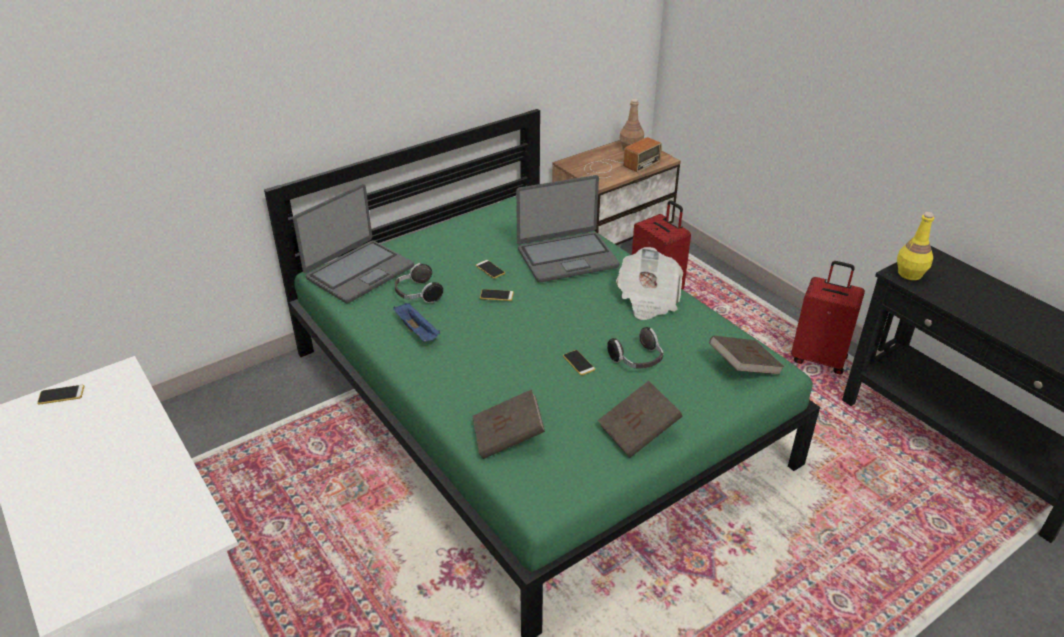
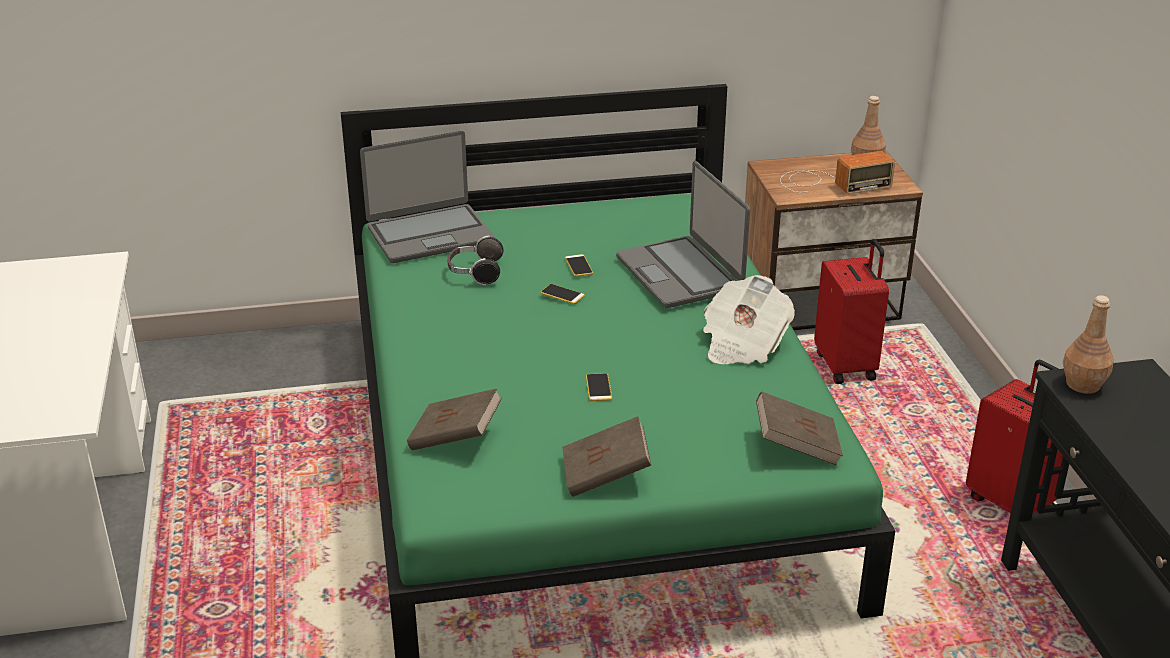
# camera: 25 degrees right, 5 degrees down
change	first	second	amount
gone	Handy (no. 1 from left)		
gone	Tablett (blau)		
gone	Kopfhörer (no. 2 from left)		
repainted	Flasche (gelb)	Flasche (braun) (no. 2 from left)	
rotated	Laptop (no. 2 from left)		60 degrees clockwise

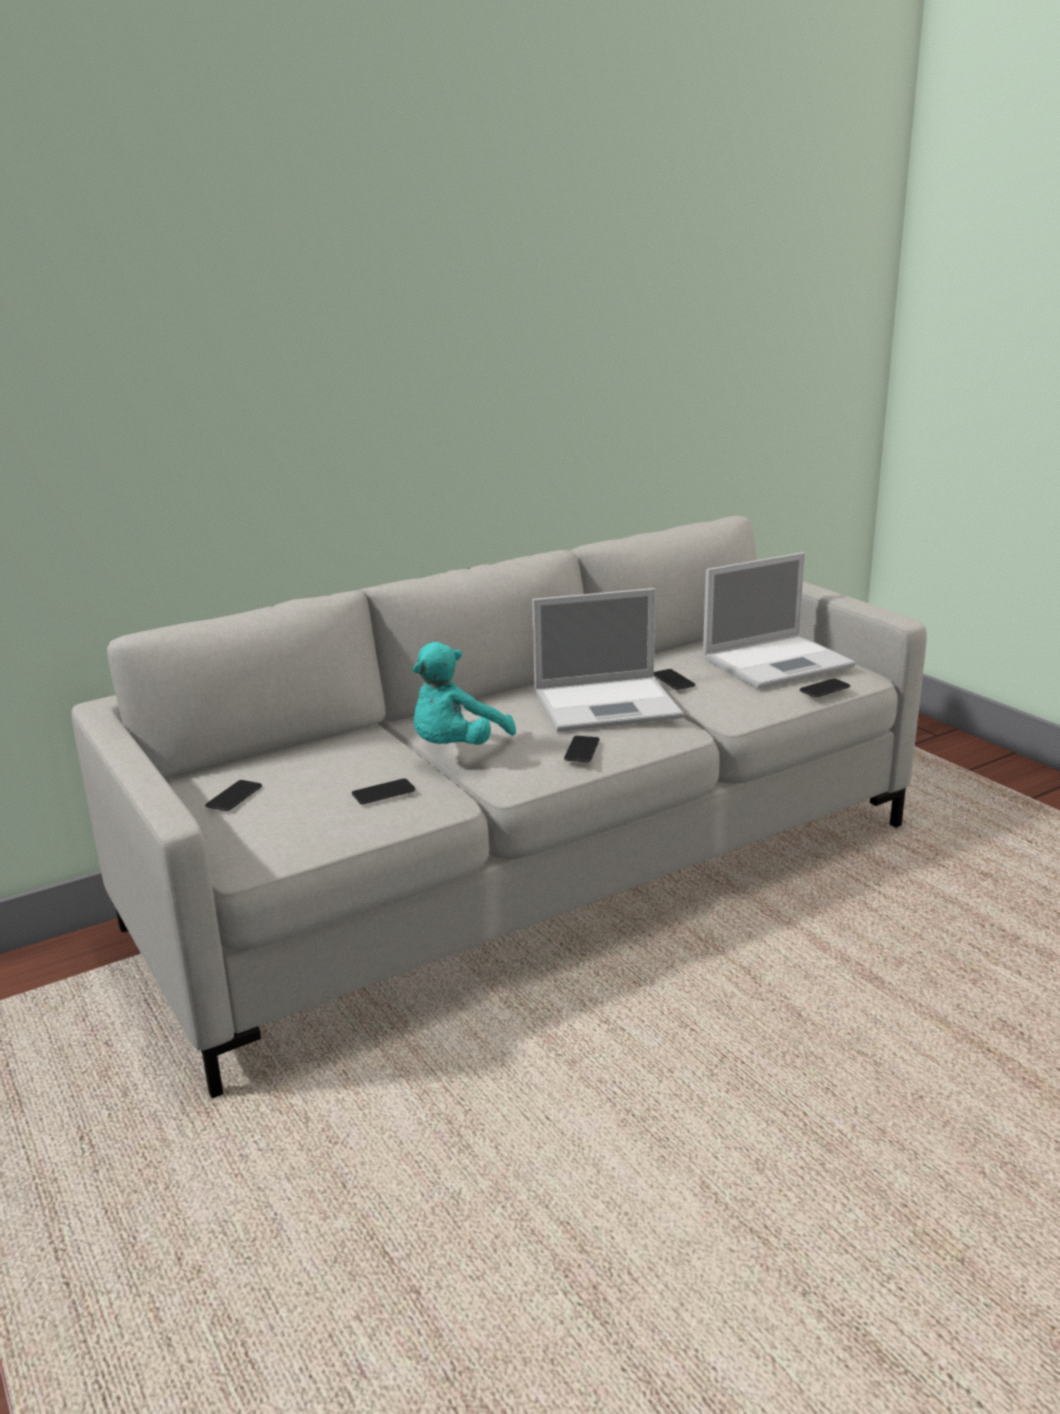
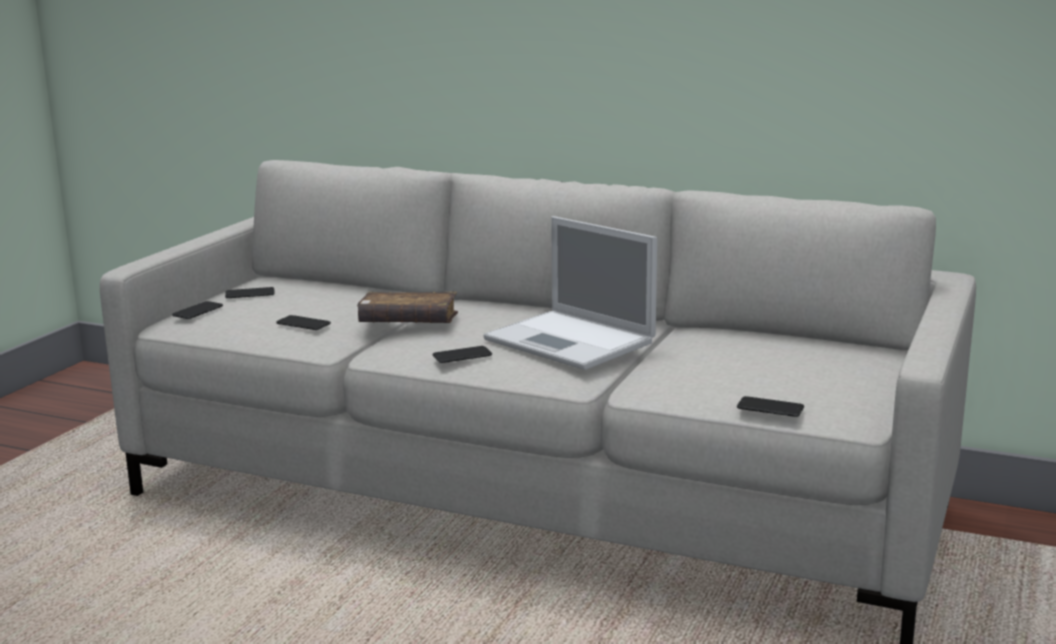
# camera: 55 degrees right, 5 degrees down
change	first	second	amount
gone	Laptop (no. 2 from left)		
shifted	Handy (no. 4 from left in the first image)	Handy (no. 1 from left)	
swapped	Plüschtier (türkis)	Buch (braun)	

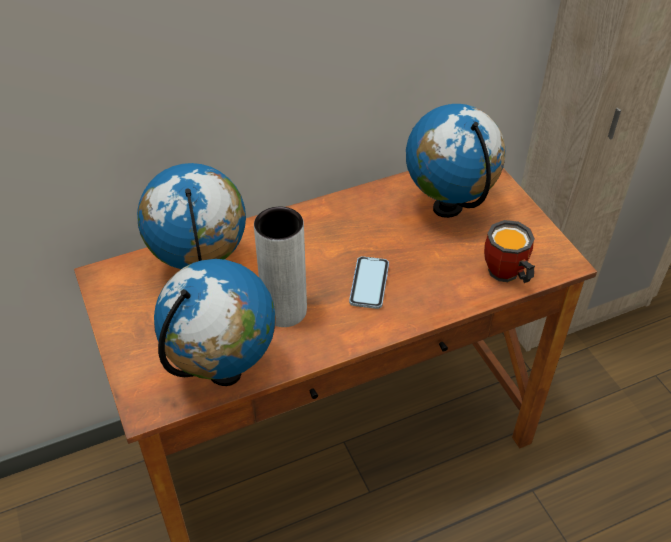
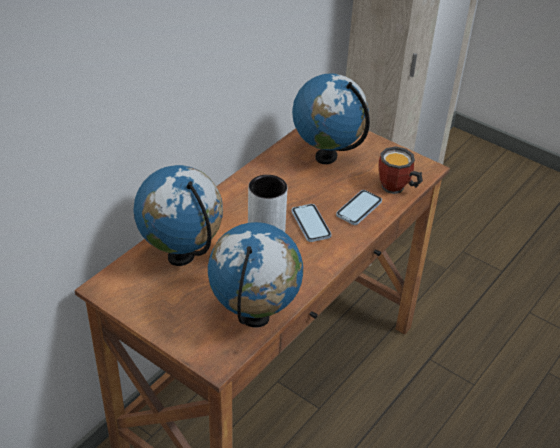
# camera: 30 degrees left, 5 degrees down
change	first	second	amount
new		Handy (no. 2 from left)	

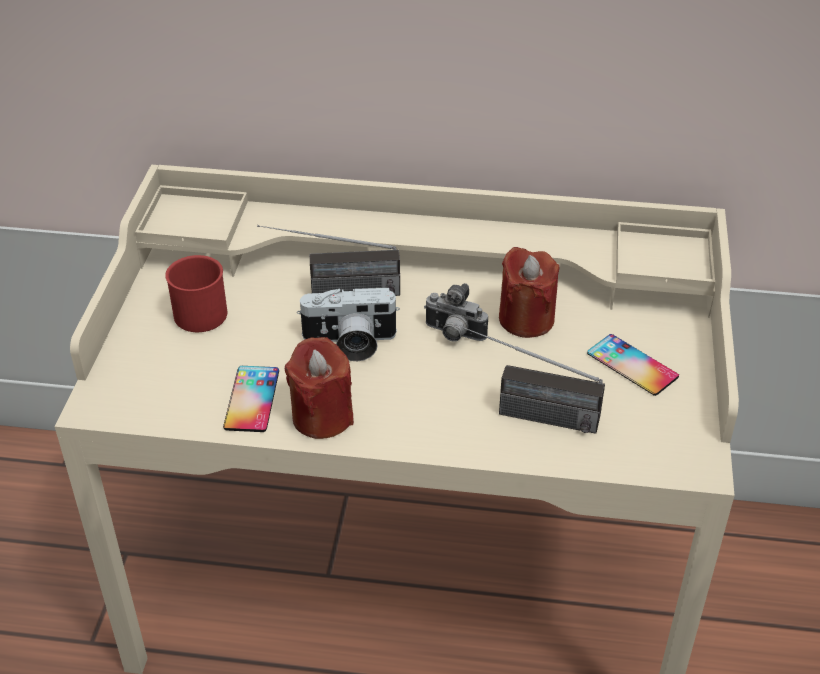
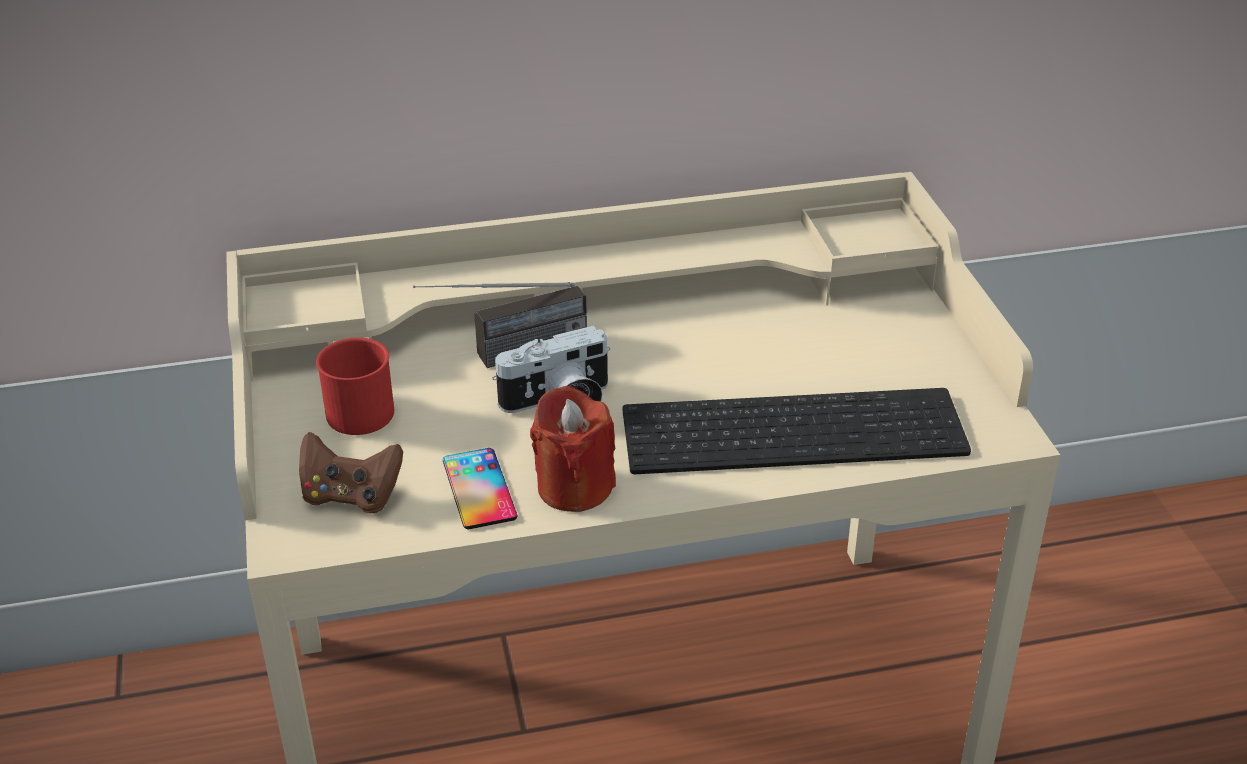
# camera: 20 degrees left, 5 degrees down
change	first	second	amount
gone	Kamera (no. 2 from left)		
gone	Kerze (rot) (no. 2 from left)		
gone	Handy (no. 2 from left)		
new		Gamepad (braun)	
swapped	Radio (no. 2 from left)	Tastatur	

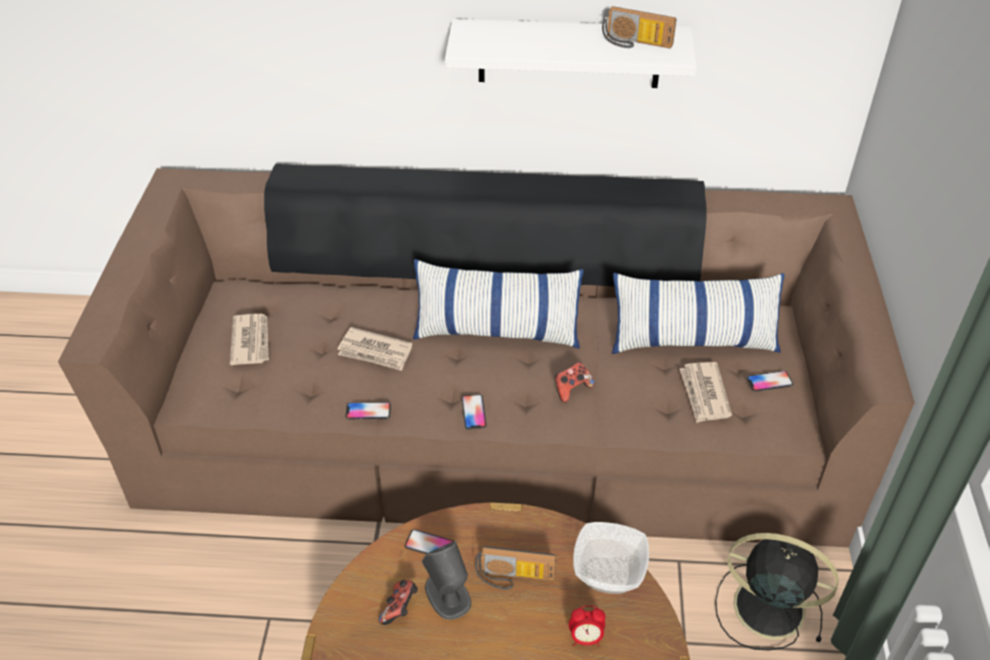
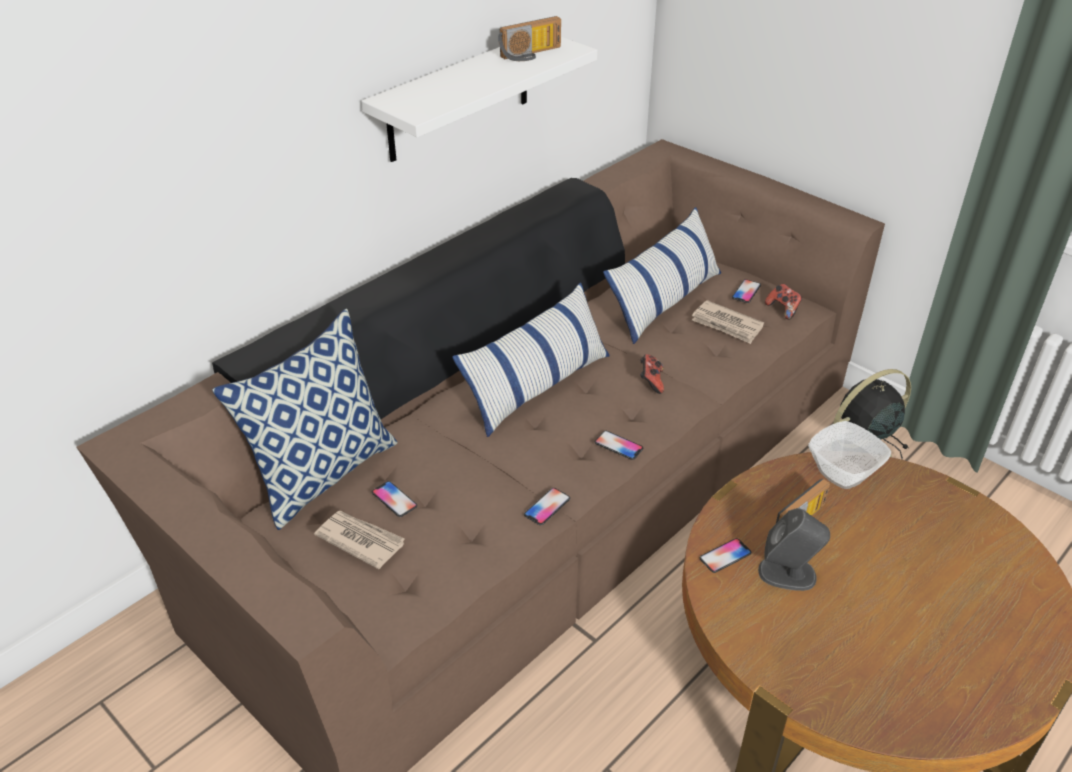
# camera: 50 degrees left, 5 degrees down
change	first	second	amount
gone	Zeitung (no. 2 from left)		
gone	Wecker		
new		Kissen (no. 1 from left)	
new		Handy (no. 1 from left)	
shifted	Gamepad (no. 1 from left in the first image)	Gamepad (no. 2 from left)	

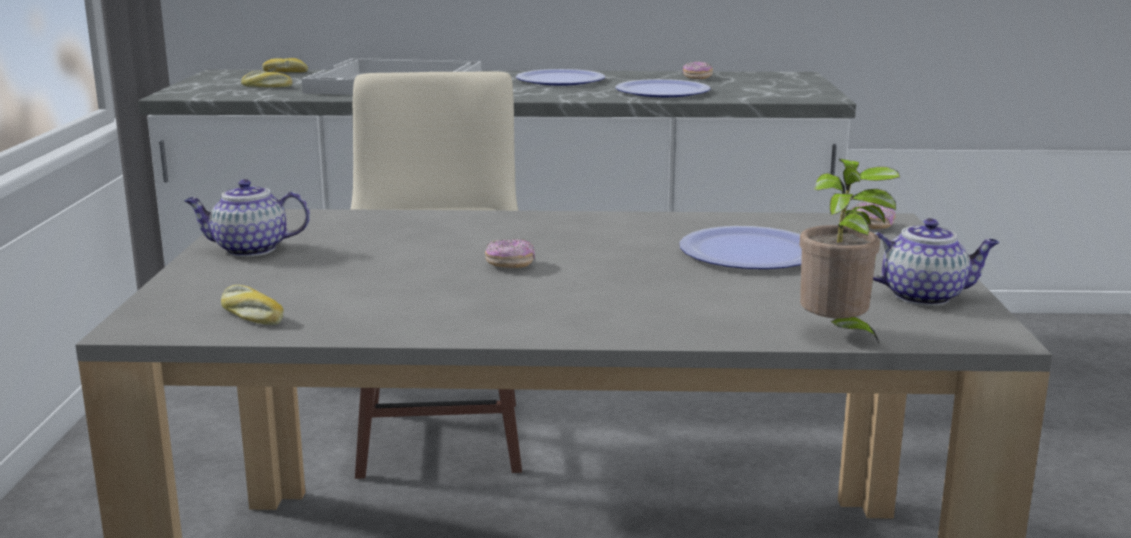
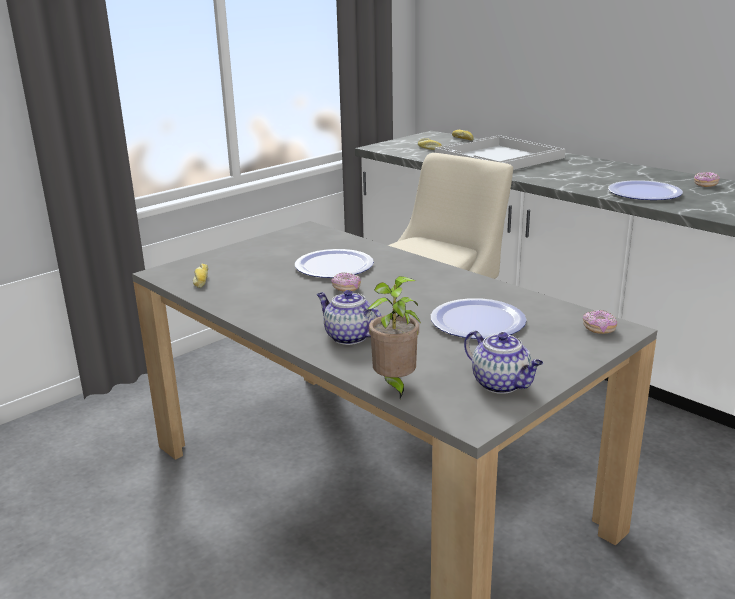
# camera: 45 degrees right, 5 degrees up
change	first	second	amount
shifted	Teekanne (no. 1 from left)		
shifted	Teller (no. 1 from left)		

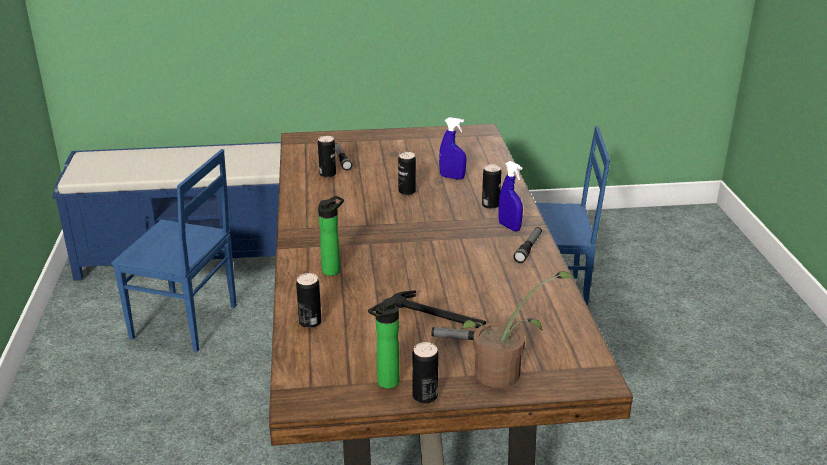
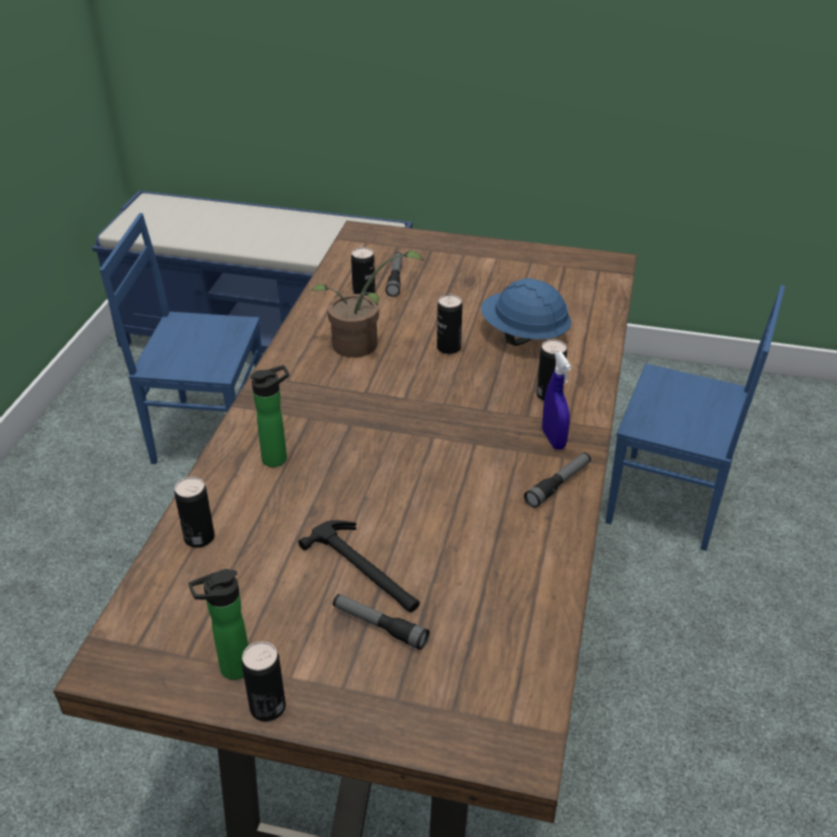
# camera: 20 degrees right, 10 degrees up
change	first	second	amount
shifted	Topfpflanze		
swapped	Sprühflasche (blau) (no. 1 from left)	Schutzhelm (blau)	
rotated	Stuhl (blau) (no. 1 from left)		150 degrees clockwise

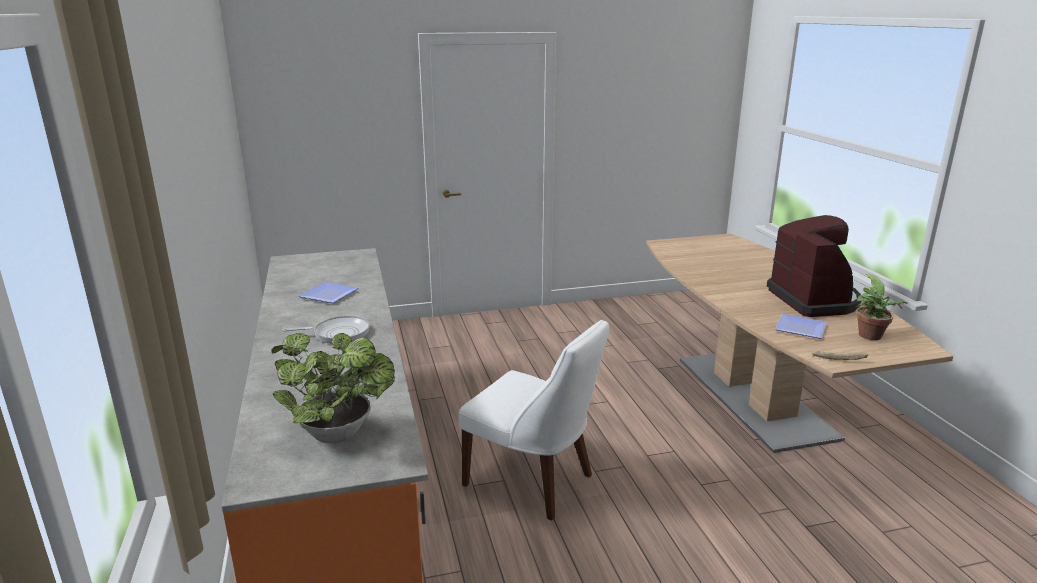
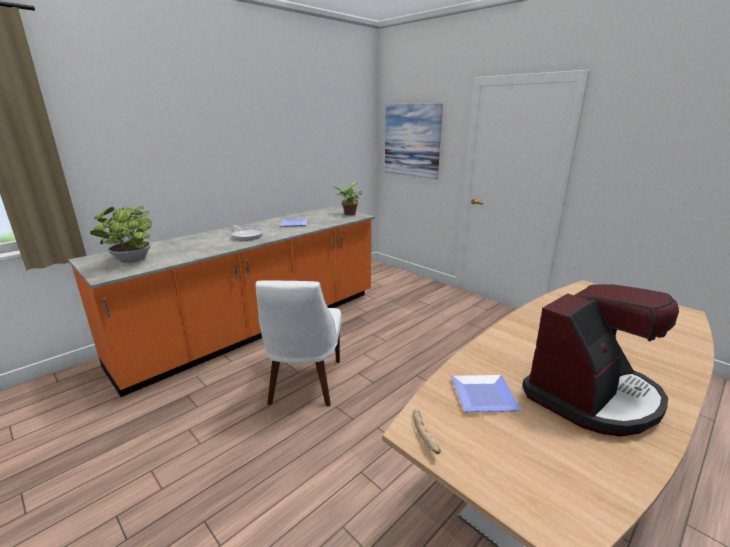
# camera: 60 degrees right, 0 degrees up
change	first	second	amount
new		Bild	
shifted	Topfpflanze (no. 2 from left)		

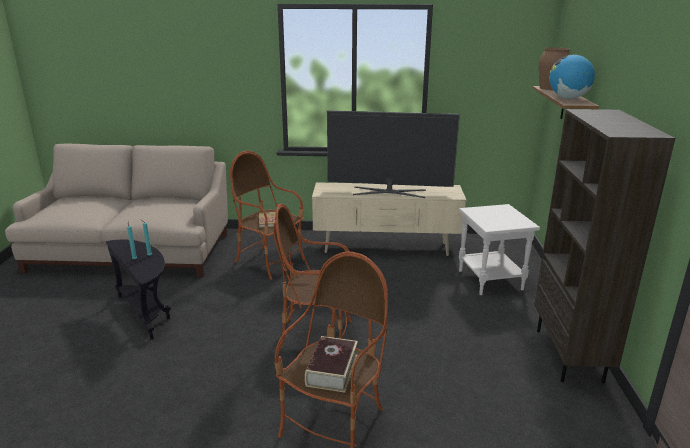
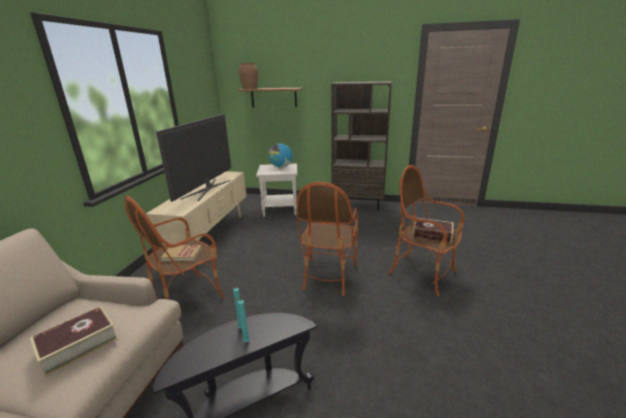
# camera: 80 degrees left, 0 degrees up
change	first	second	amount
new		Buch (no. 1 from left)	
shifted	Globus		

